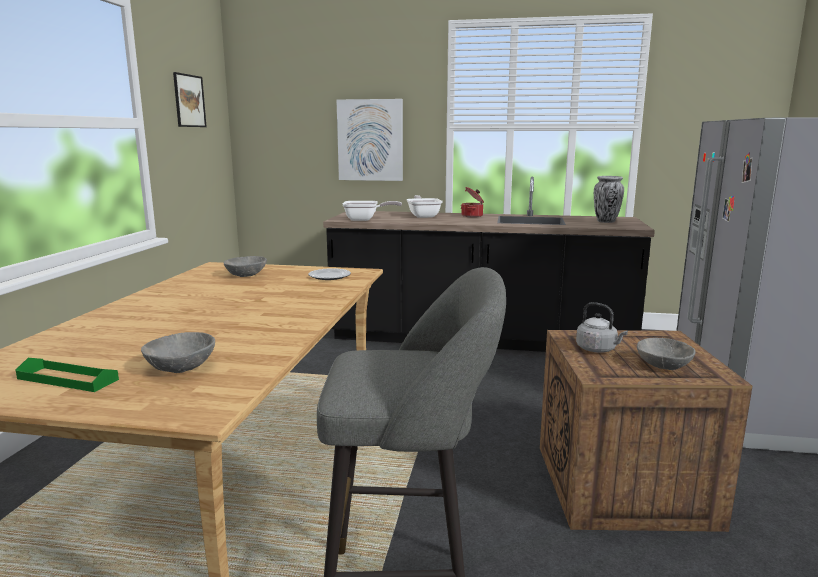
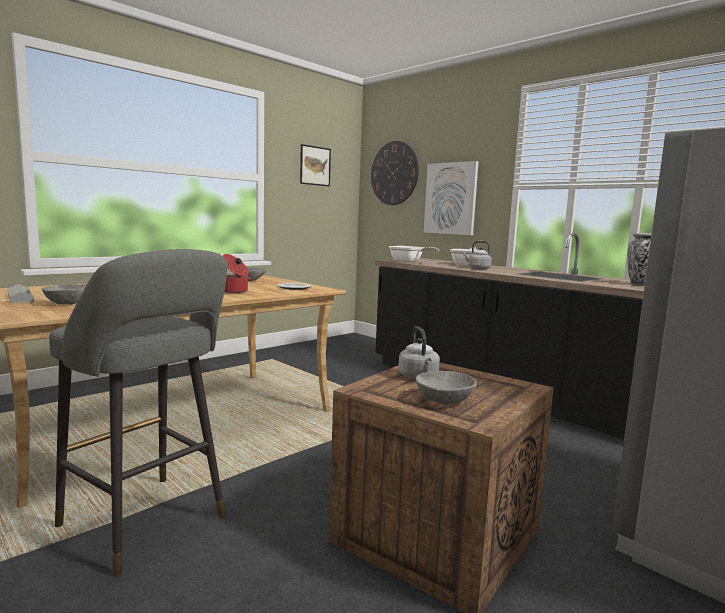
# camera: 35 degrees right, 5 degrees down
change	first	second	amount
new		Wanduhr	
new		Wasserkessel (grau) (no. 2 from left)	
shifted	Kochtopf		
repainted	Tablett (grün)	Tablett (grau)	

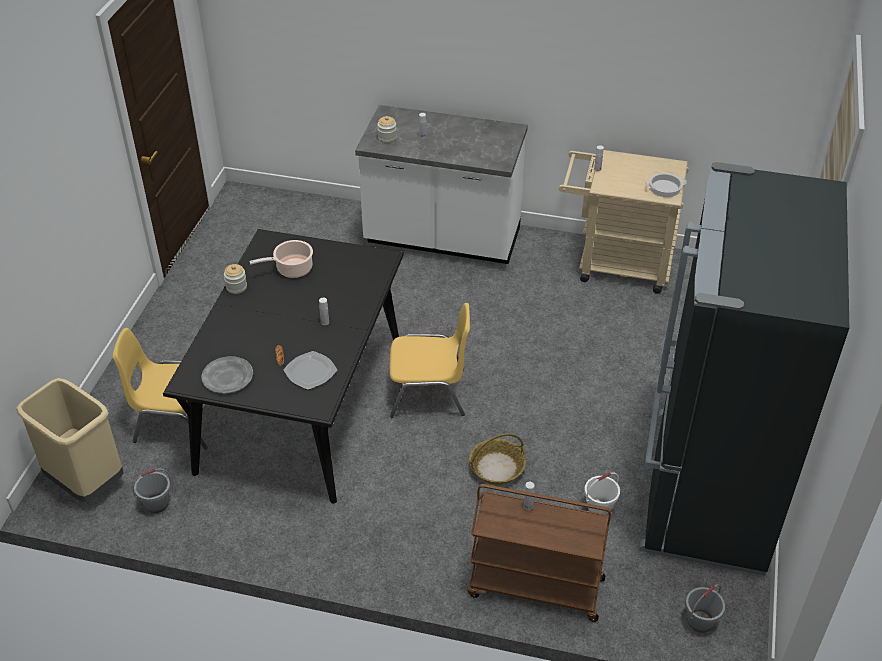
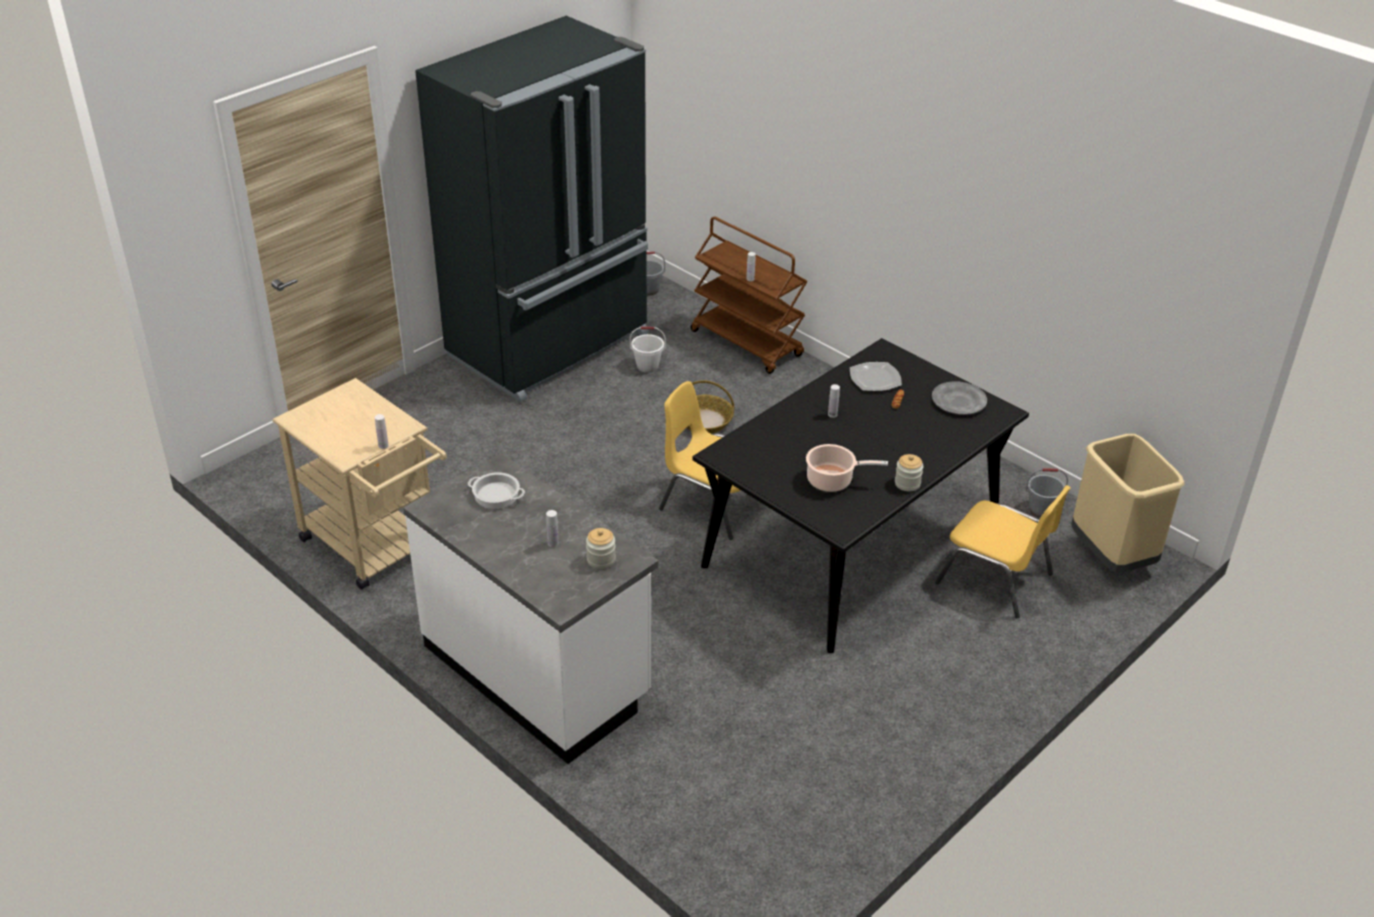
# camera: 150 degrees left, 5 degrees down
change	first	second	amount
shifted	Kochtopf (no. 2 from left in the first image)	Kochtopf (no. 1 from left)	

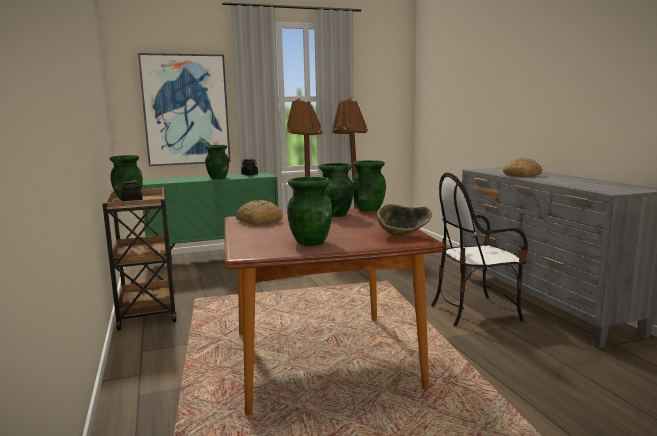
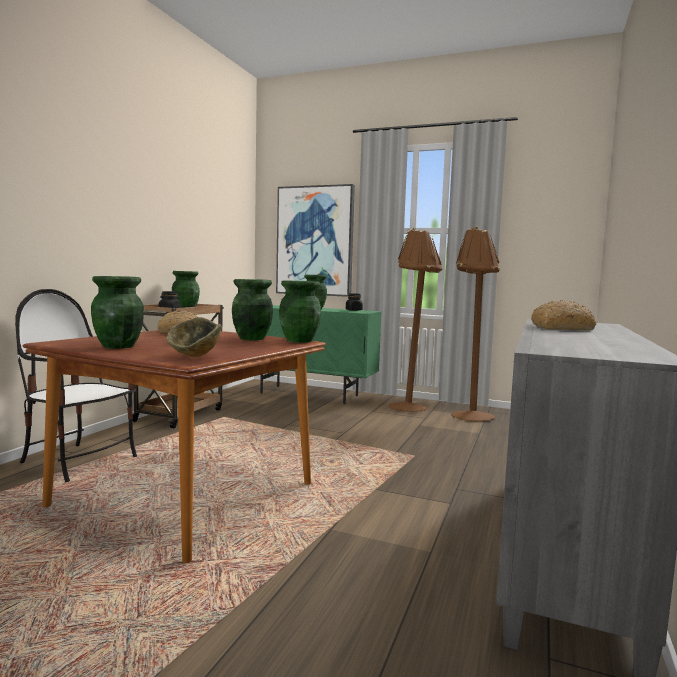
# camera: 40 degrees right, 5 degrees down
change	first	second	amount
shifted	Stuhl		

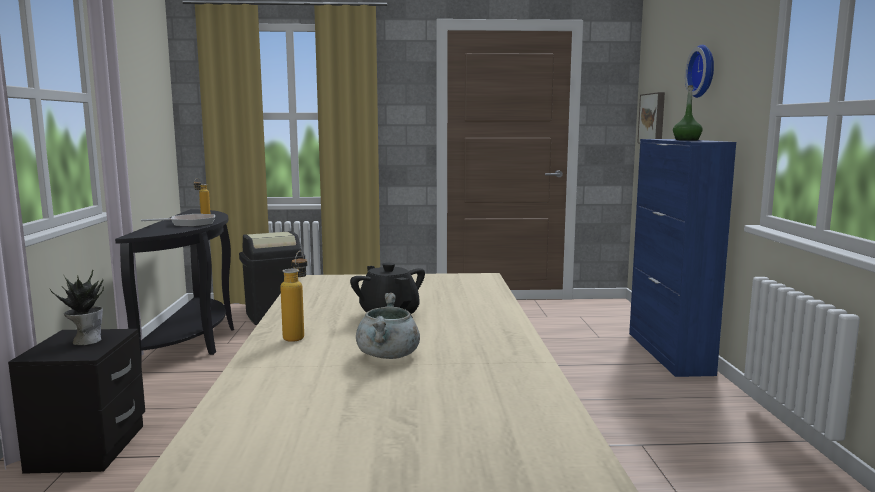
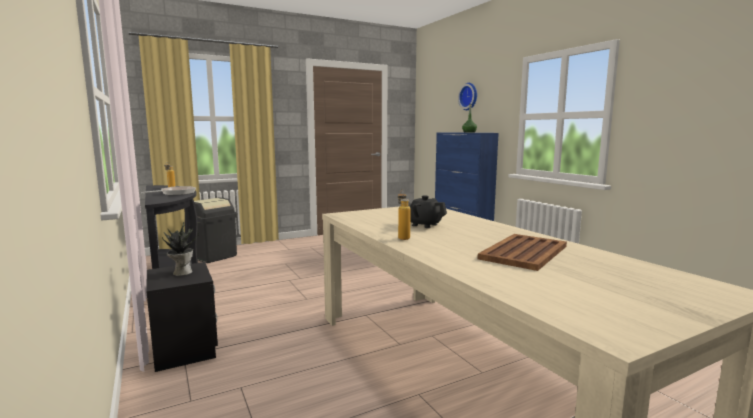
# camera: 25 degrees left, 0 degrees up
change	first	second	amount
gone	Kochtopf (grau)		
gone	Bild		
new		Tablett (braun)	

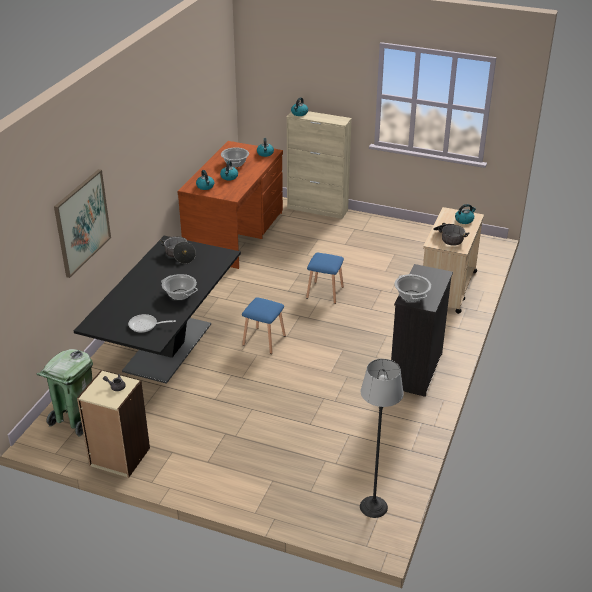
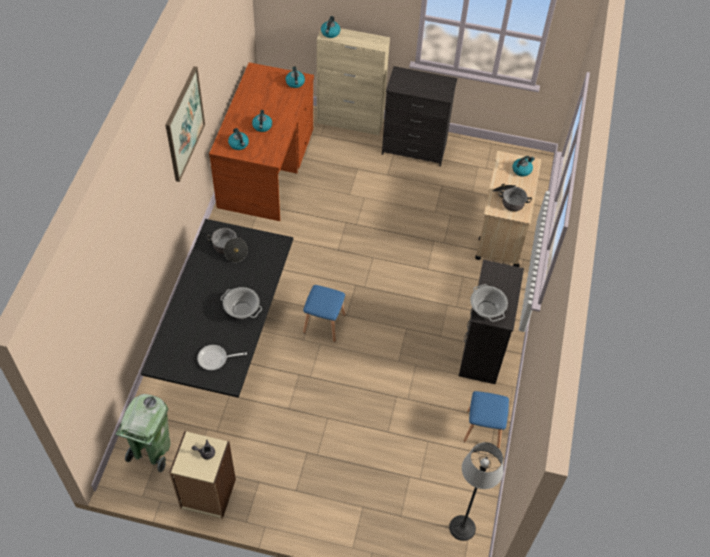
# camera: 10 degrees left, 20 degrees up
change	first	second	amount
gone	Kochtopf (no. 3 from left)		
new		Kommode (schwarz) (no. 1 from left)	
shifted	Bild		
shifted	Hocker (blau) (no. 2 from left)		

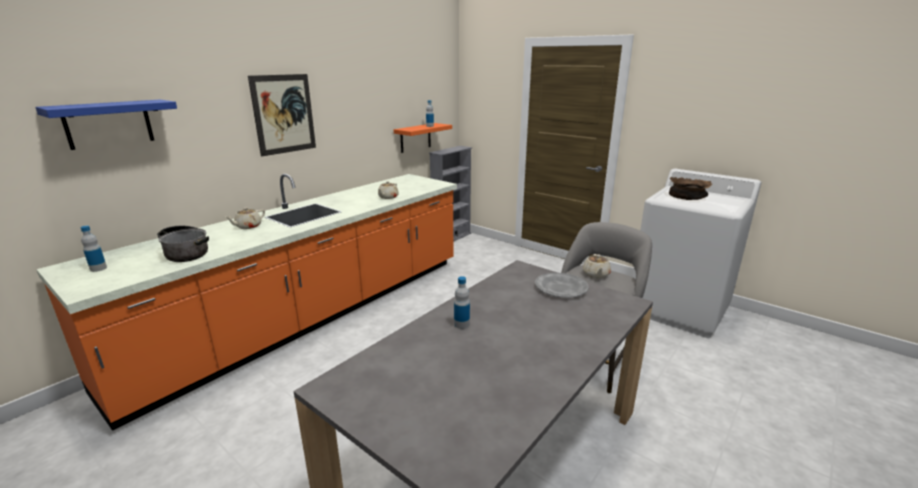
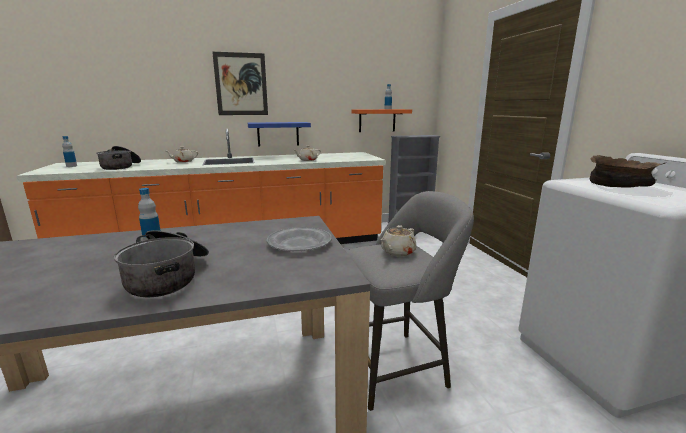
# camera: 35 degrees right, 5 degrees down
change	first	second	amount
new		Kochtopf (no. 2 from left)	
shifted	Wandregal (blau)		

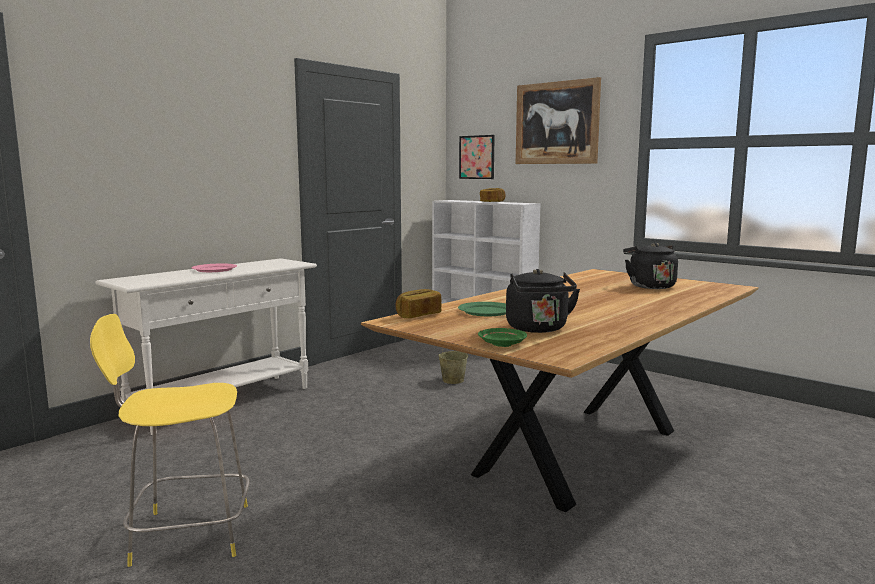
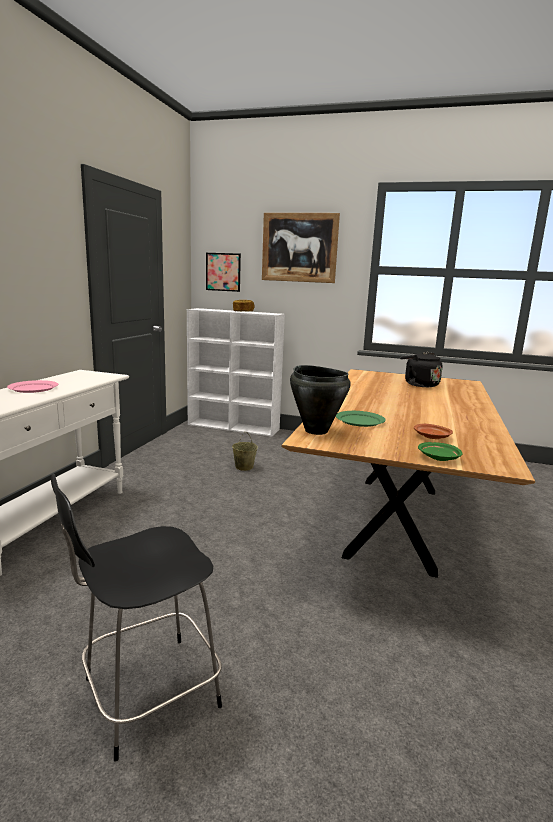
# camera: 25 degrees left, 5 degrees up
change	first	second	amount
swapped	Brot (no. 1 from left)	Kochtopf (schwarz)	
swapped	Wasserkessel (schwarz) (no. 1 from left)	Teller (braun)	
repainted	Hocker (gelb)	Hocker (schwarz)	

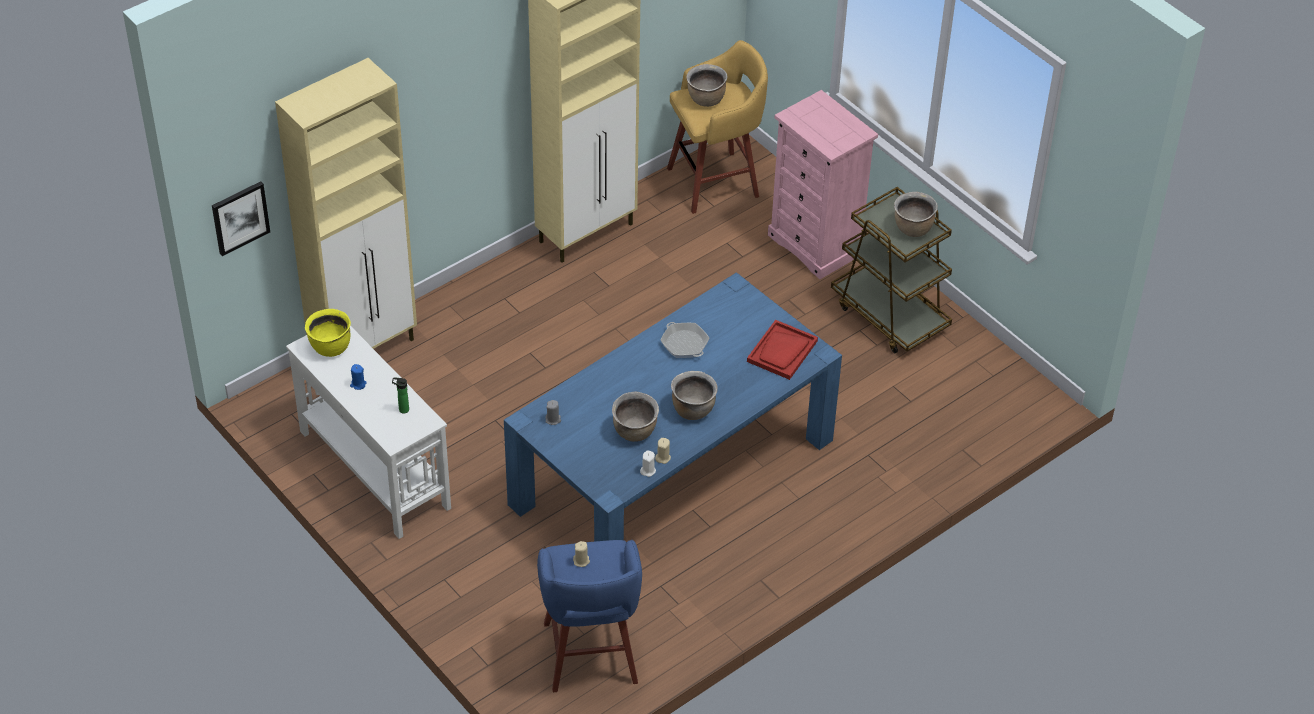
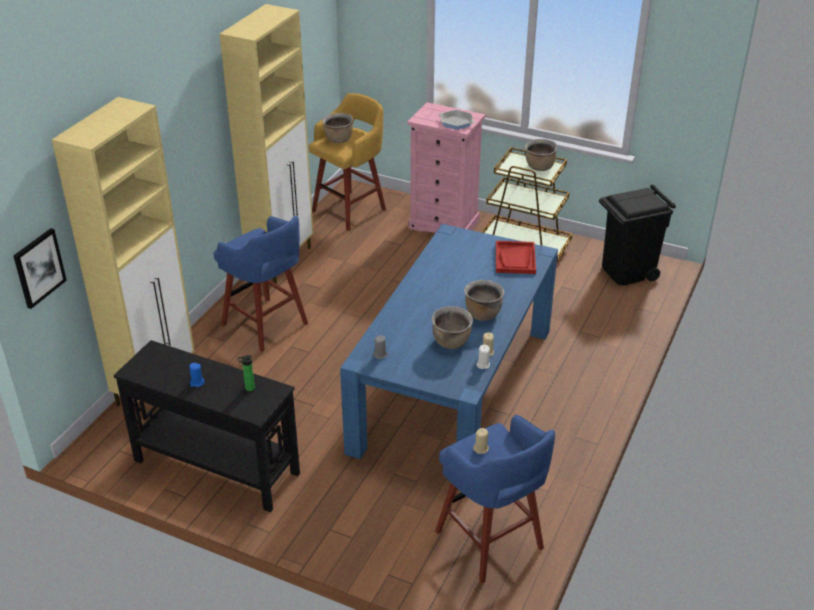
# camera: 25 degrees left, 10 degrees down
change	first	second	amount
gone	Kochtopf (gelb)		
new		Hocker (blau) (no. 1 from left)	
new		Mülleimer (schwarz)	
shifted	Pfanne		
repainted	Konsolentisch (weiß)	Konsolentisch (schwarz)	

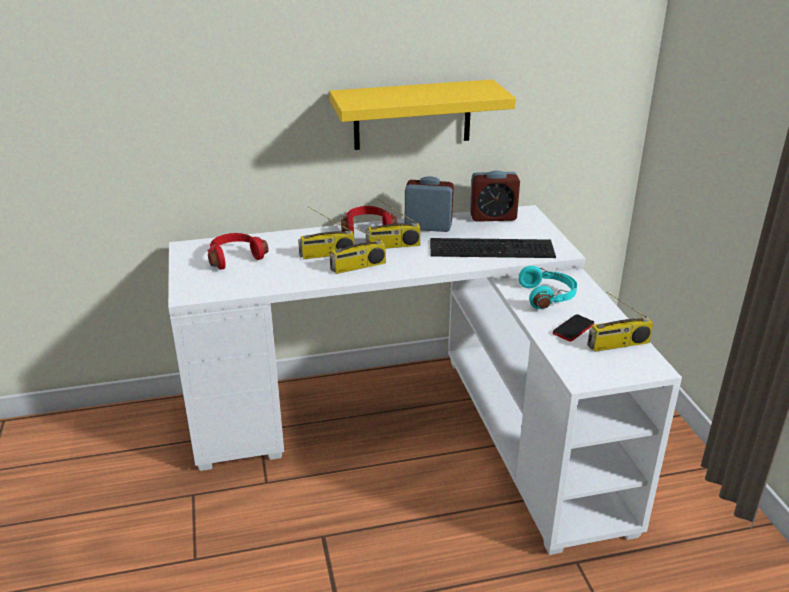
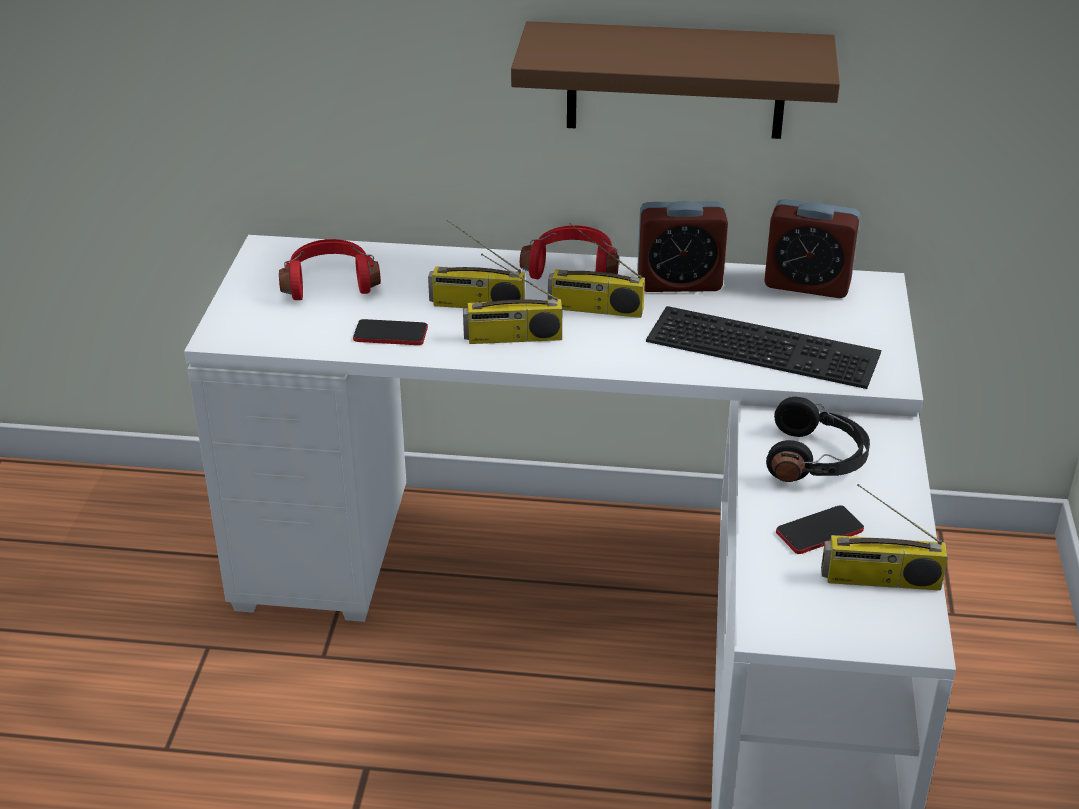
# camera: 20 degrees right, 5 degrees up
change	first	second	amount
new		Handy (no. 1 from left)	
repainted	Wandregal (gelb)	Wandregal (braun)	
repainted	Kopfhörer (türkis)	Kopfhörer (schwarz)	
rotated	Wecker (no. 1 from left)		150 degrees clockwise

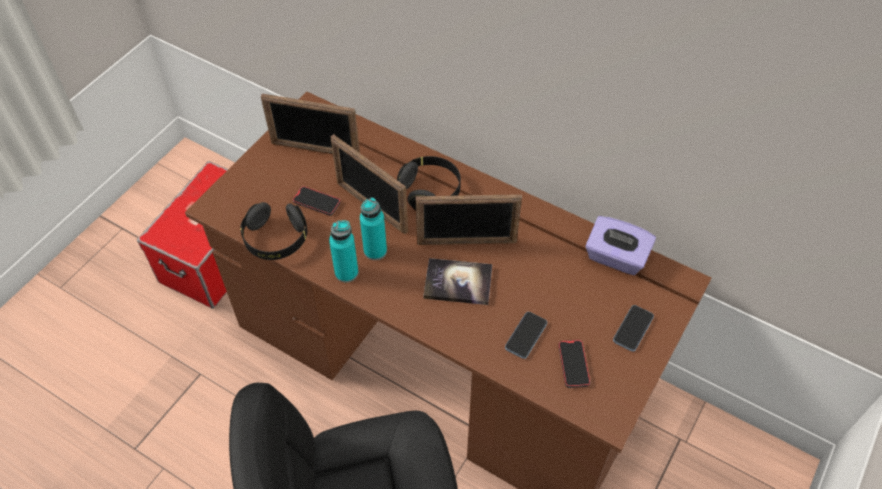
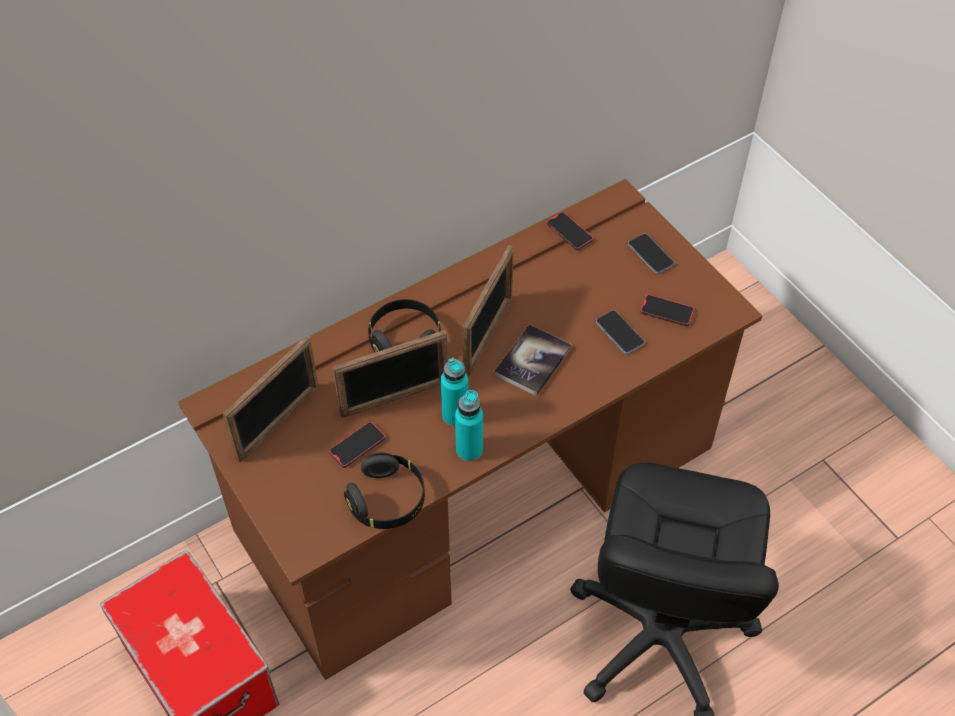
# camera: 65 degrees left, 0 degrees up
change	first	second	amount
swapped	Taschentuchbox (lila)	Handy (no. 2 from left)	

